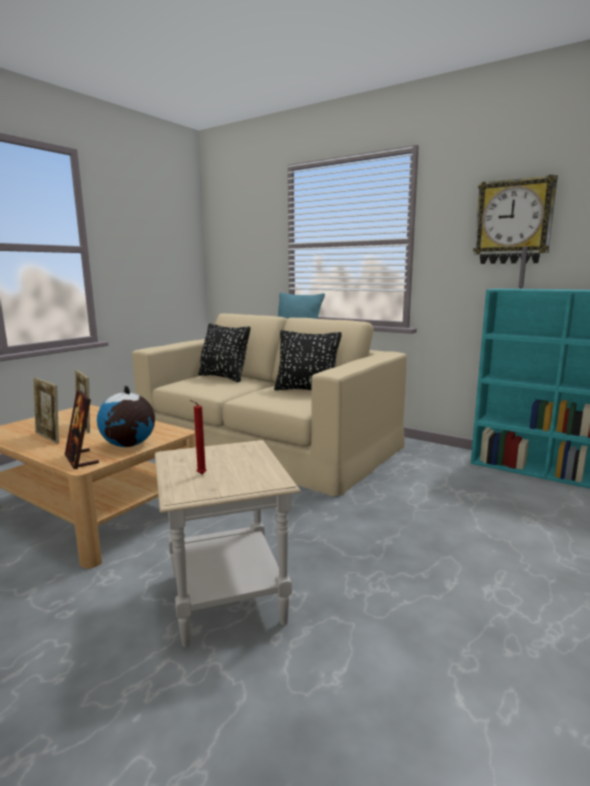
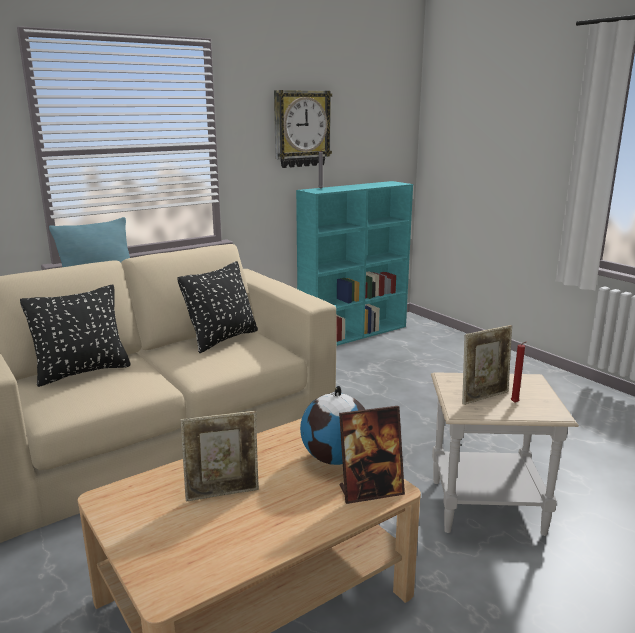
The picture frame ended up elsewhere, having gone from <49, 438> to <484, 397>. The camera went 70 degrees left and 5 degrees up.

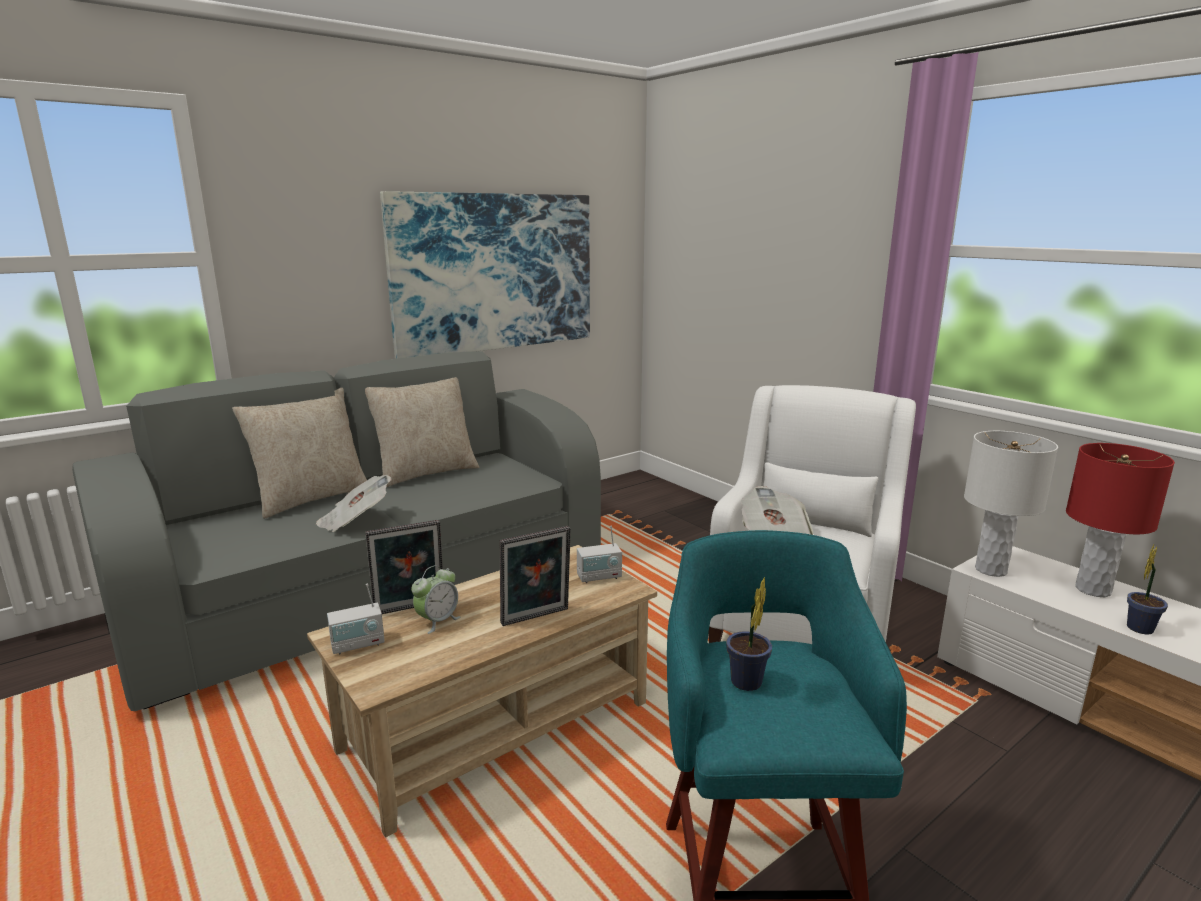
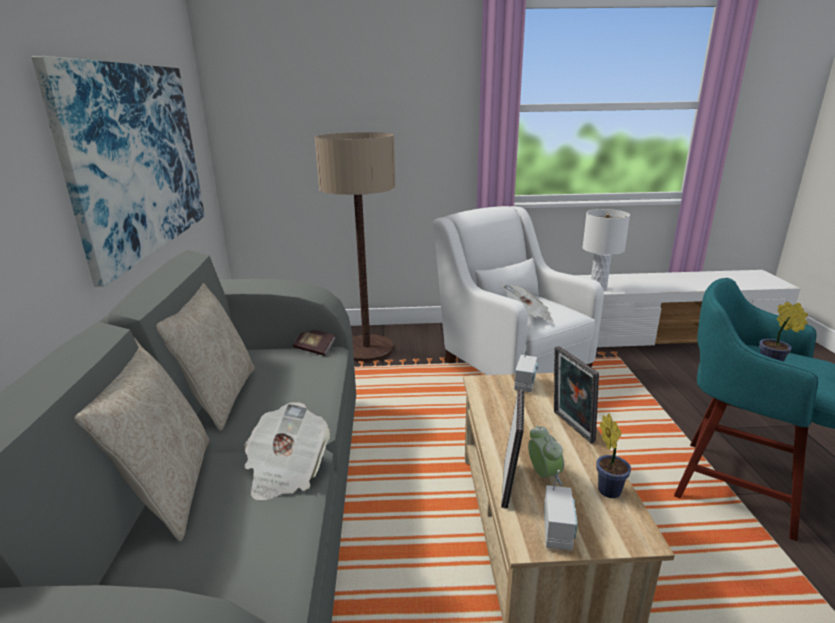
The second view lost the red table lamp at <1092, 590>. The picture frame at <536, 618> ended up facing another way, 150 degrees clockwise from before. The potted plant ended up elsewhere, having gone from <1140, 627> to <607, 488>. The second view gained the floor lamp at <367, 349>. The second view gained the book at <315, 349>. The camera went 55 degrees left and 5 degrees up.

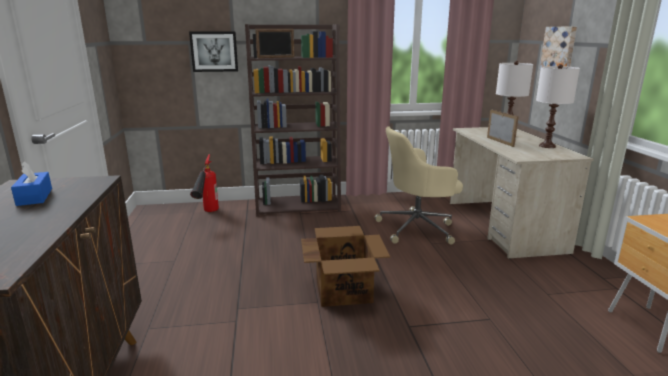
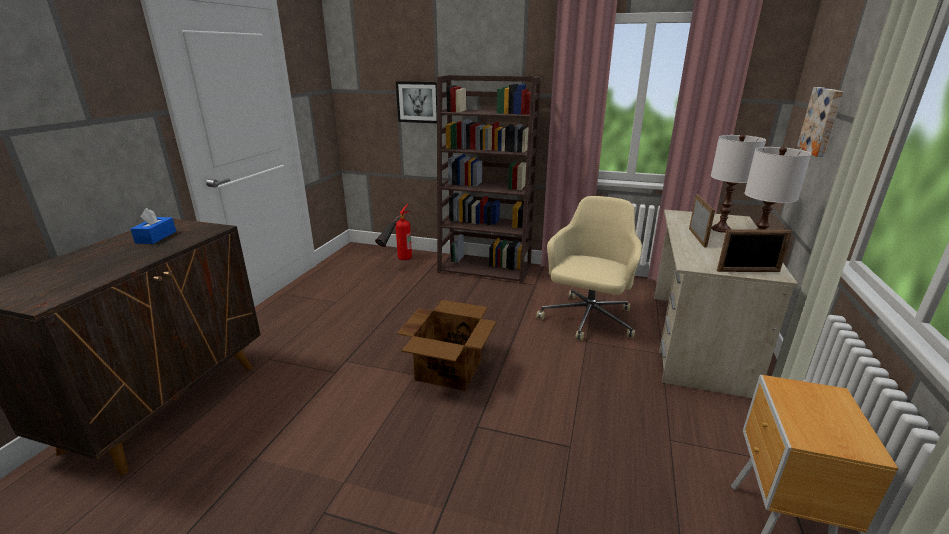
The picture frame ended up elsewhere, having gone from <276, 57> to <748, 271>. The beige office chair at <417, 228> ended up facing another way, 105 degrees clockwise from before. The camera went 25 degrees right and 5 degrees up.

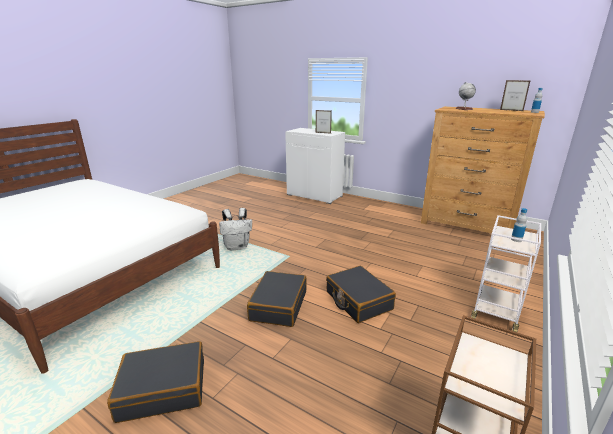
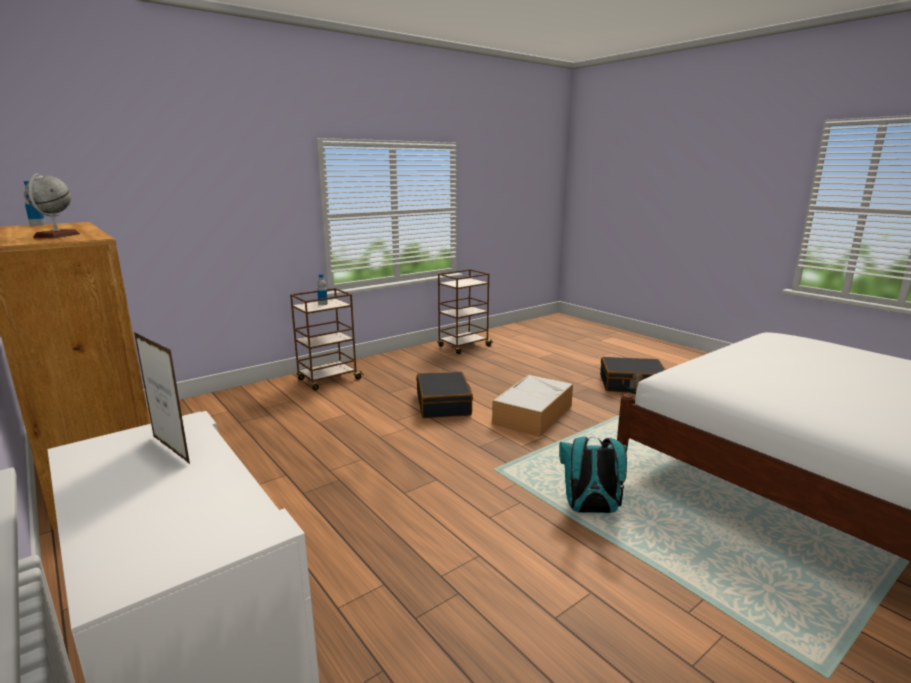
The second view lost the picture frame at <511, 110>. What was the white backpack at <237, 247> turned into the turquoise backpack at <590, 510>. What was the white cart at <495, 311> turned into the brown cart at <328, 379>. Where the black suitcase stood at <278, 305>, the storage box came to stand at <533, 414>. The camera went 160 degrees left and 5 degrees down.

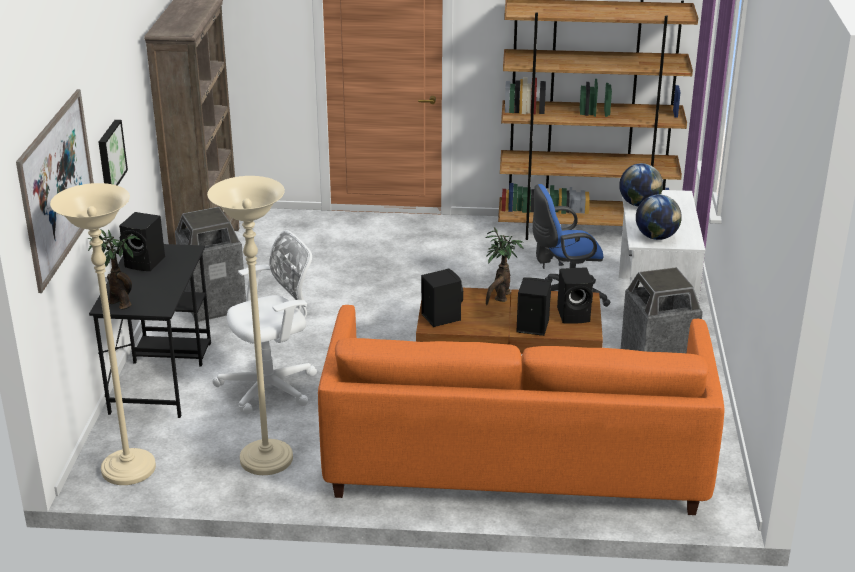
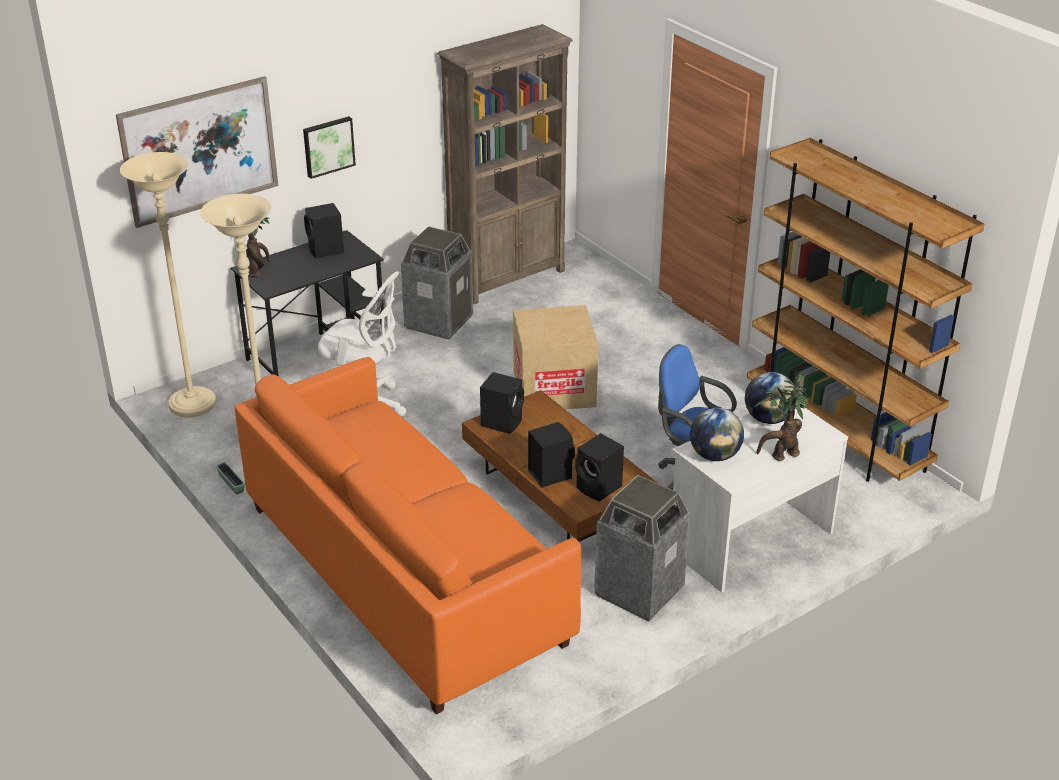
The potted plant ended up elsewhere, having gone from <500, 298> to <781, 455>. The second view gained the cardboard box at <554, 388>. The second view gained the planter at <231, 483>. The camera went 50 degrees right and 5 degrees up.

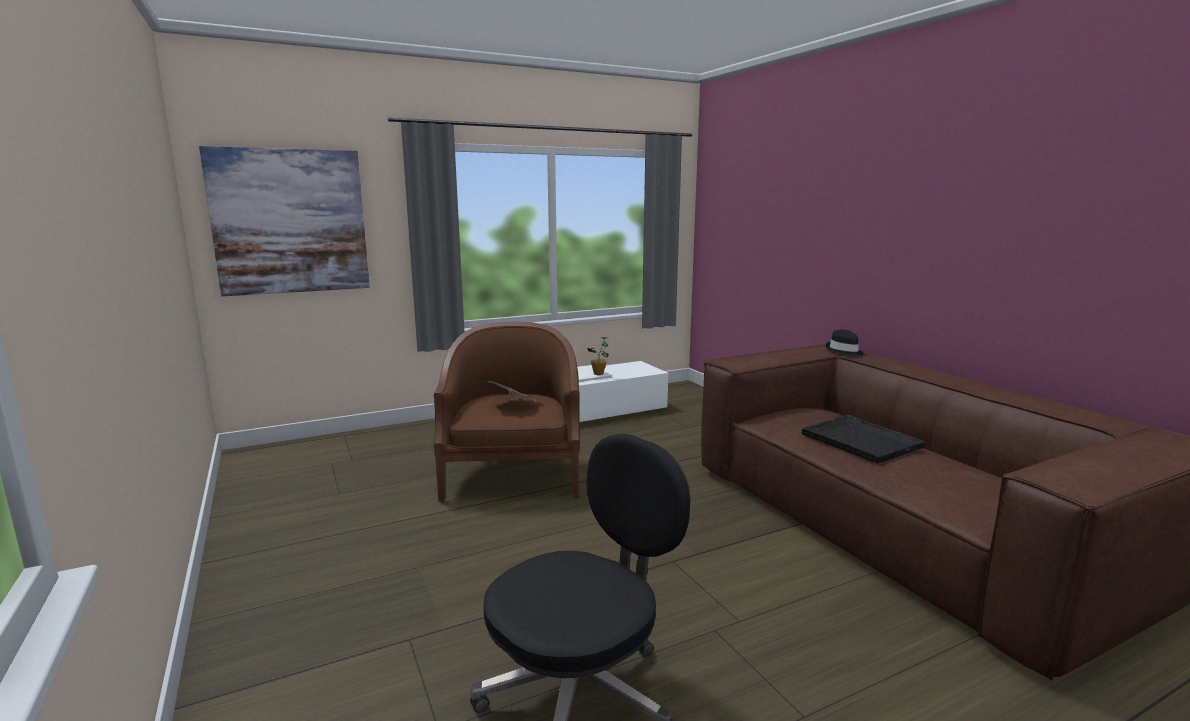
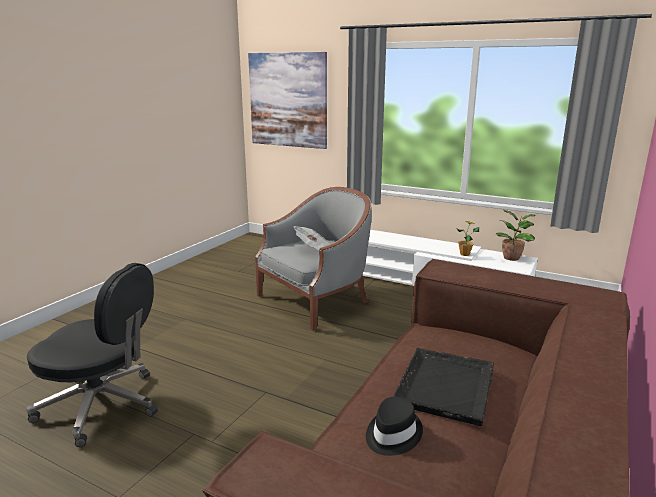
What was the brown armchair at <513, 476> turned into the grey armchair at <316, 301>. The black hat ended up elsewhere, having gone from <844, 351> to <392, 434>. The second view gained the potted plant at <512, 258>. The camera went 55 degrees right and 5 degrees up.

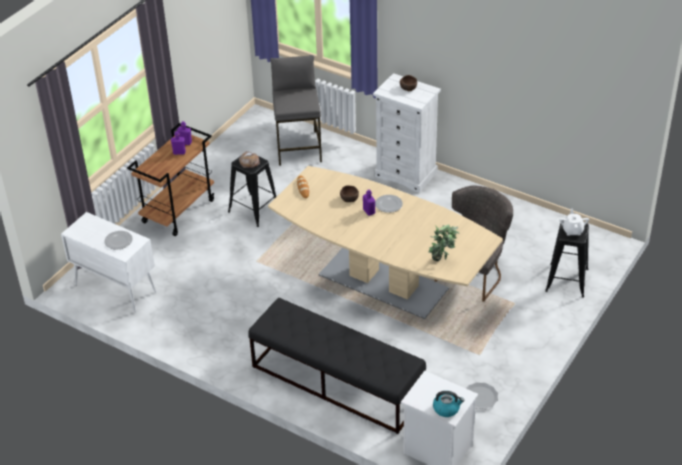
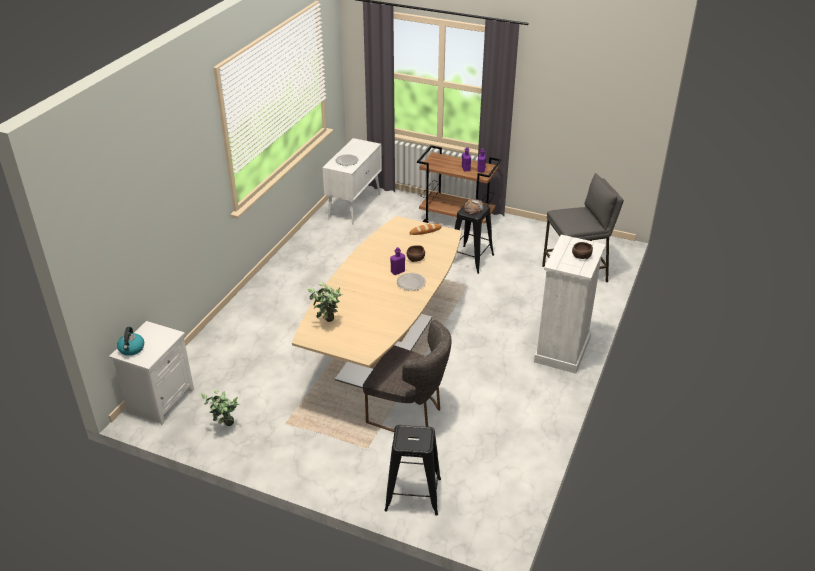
The second view lost the white teapot at <572, 230>. The second view lost the black bench at <336, 382>. Where the plate stood at <480, 397>, the potted plant came to stand at <225, 427>. The camera went 80 degrees right and 5 degrees down.

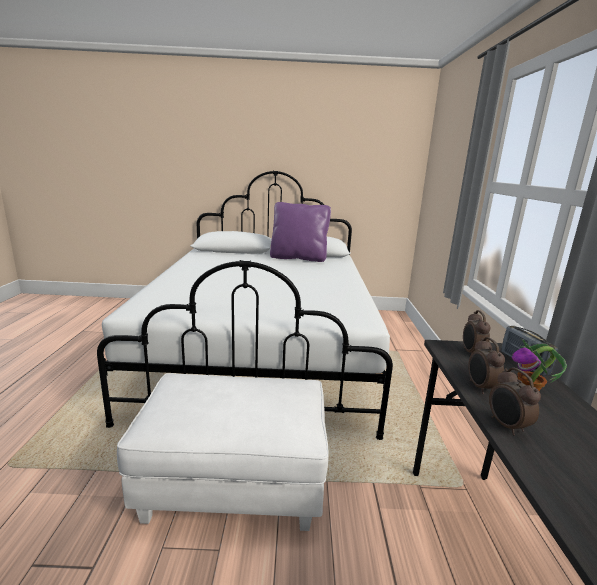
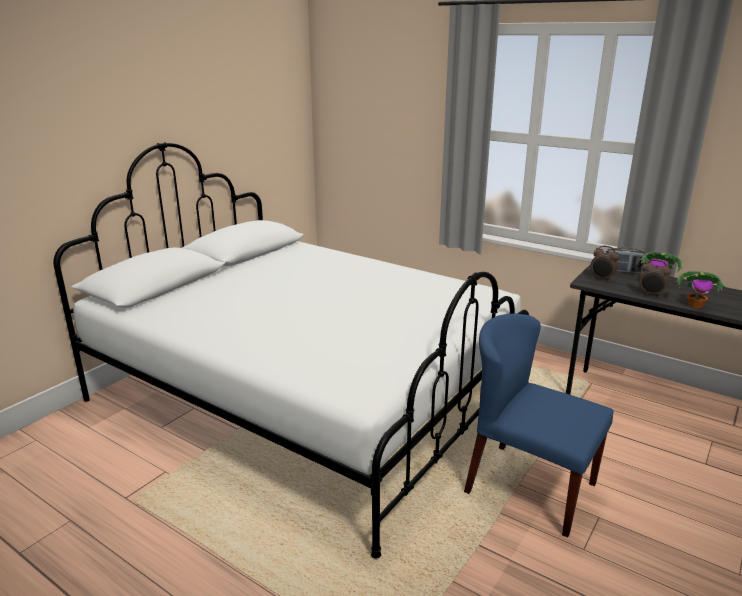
The second view lost the purple pillow at <298, 258>. Where the alarm clock stood at <506, 426>, the potted plant came to stand at <696, 305>. Where the white ottoman stood at <234, 484>, the blue chair came to stand at <529, 487>. The camera went 55 degrees left and 5 degrees up.

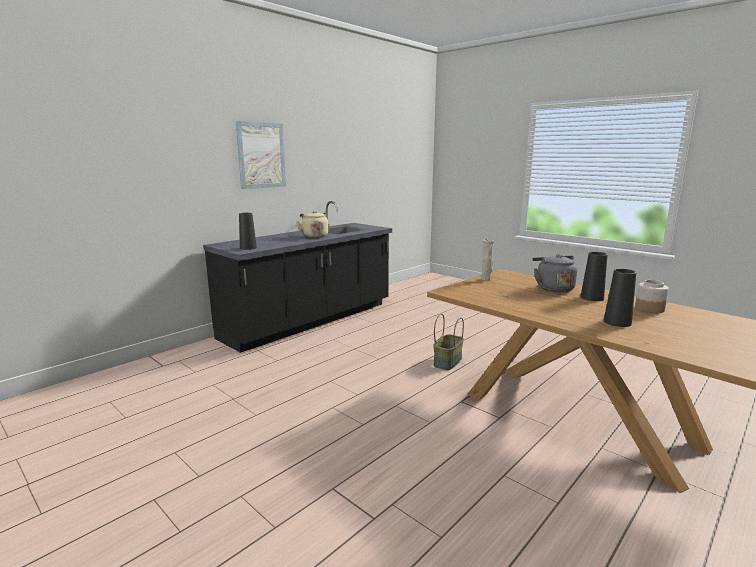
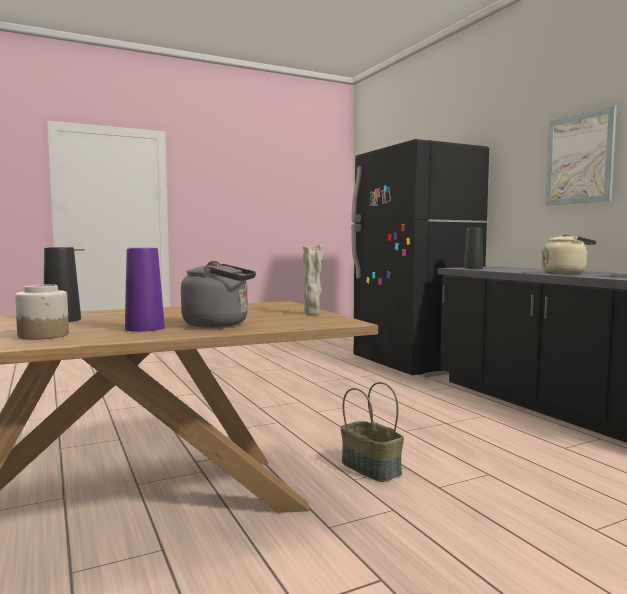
What was the black vase at <592, 298> turned into the purple vase at <145, 328>. The second view gained the black fridge at <414, 365>. The camera went 110 degrees right and 10 degrees down.

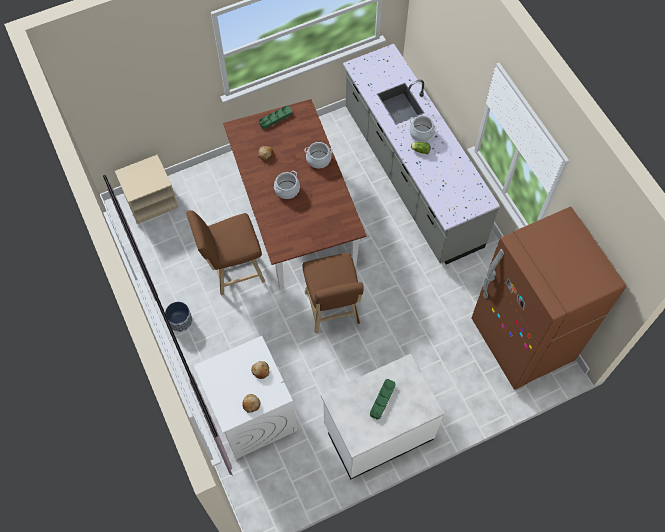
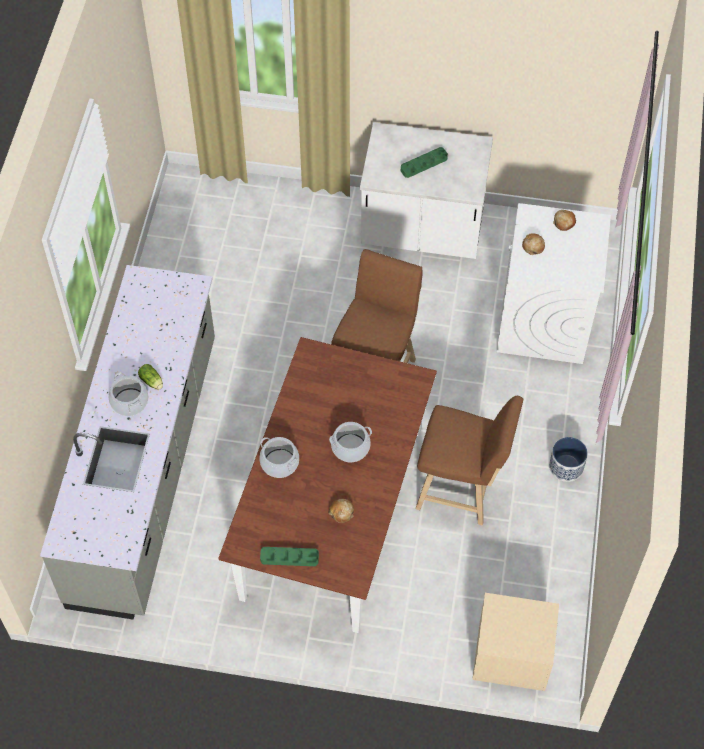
The second view lost the brown fridge at <521, 341>. The camera went 145 degrees left and 5 degrees down.

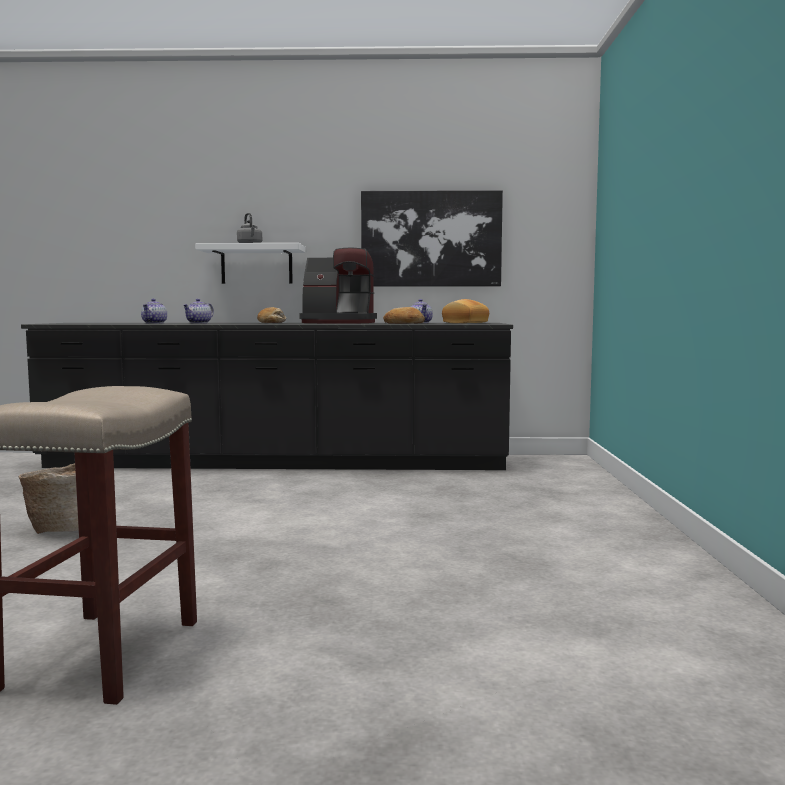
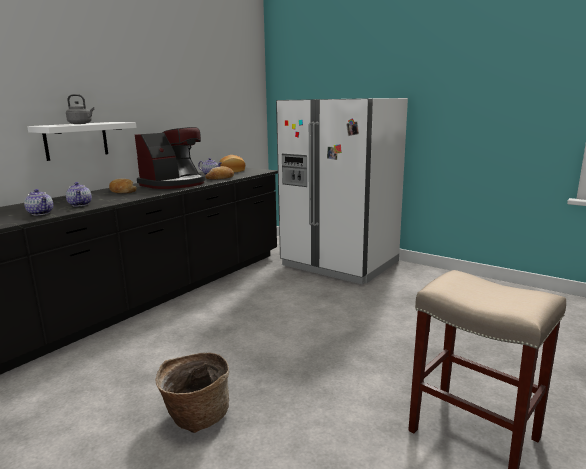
The second view lost the picture at <431, 239>. The second view gained the white fridge at <340, 264>. The camera went 55 degrees left and 10 degrees up.

